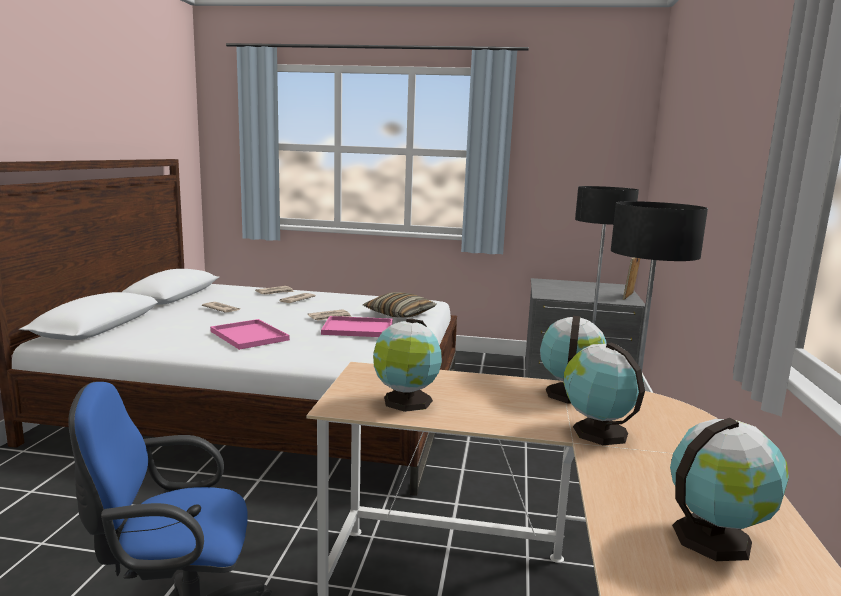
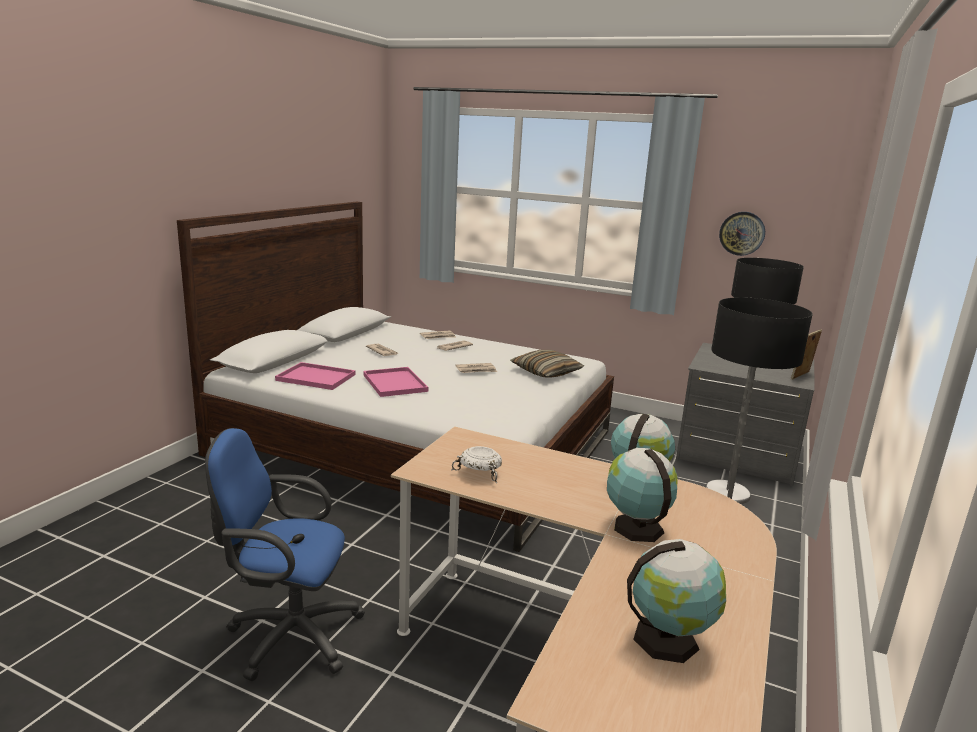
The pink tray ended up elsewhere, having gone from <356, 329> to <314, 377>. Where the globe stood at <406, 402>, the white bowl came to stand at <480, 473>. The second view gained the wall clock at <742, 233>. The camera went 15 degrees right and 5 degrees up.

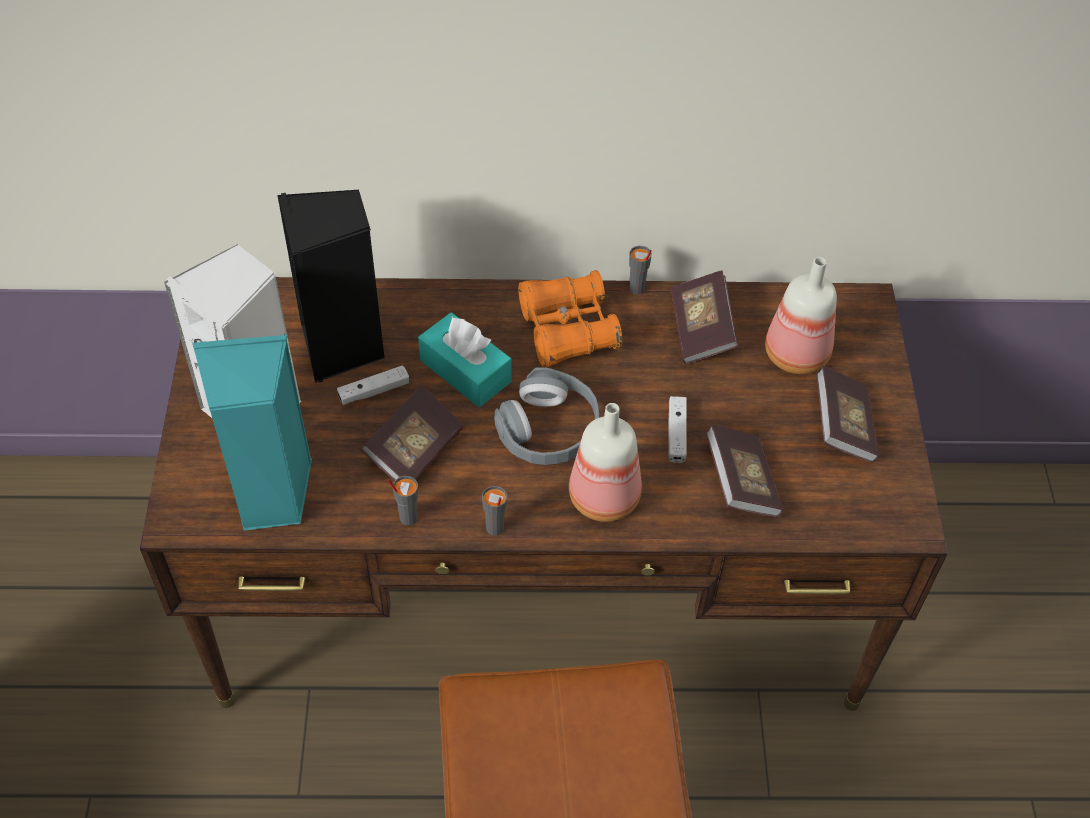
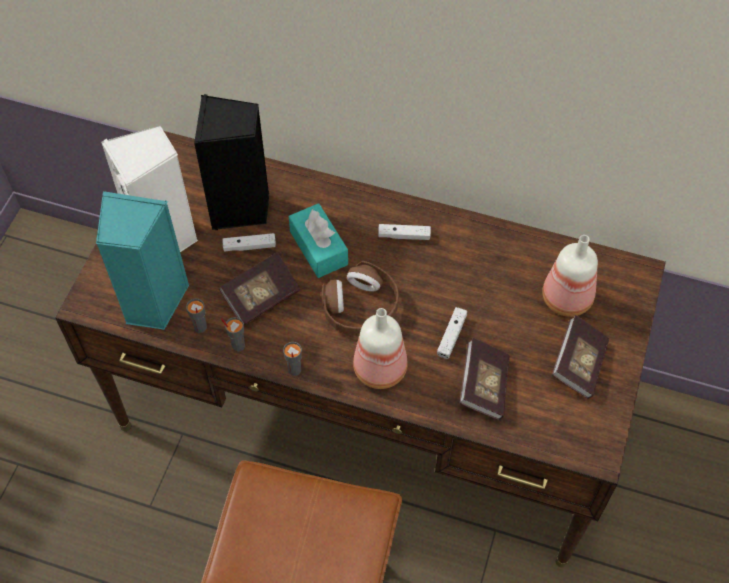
The grey cup ended up elsewhere, having gone from <636, 288> to <200, 327>. Where the orange binoculars stood at <568, 330>, the white game controller came to stand at <404, 236>. The second view lost the book at <701, 330>. What was the grey headphones at <548, 429> turned into the brown headphones at <360, 307>. The camera went 20 degrees right and 5 degrees up.

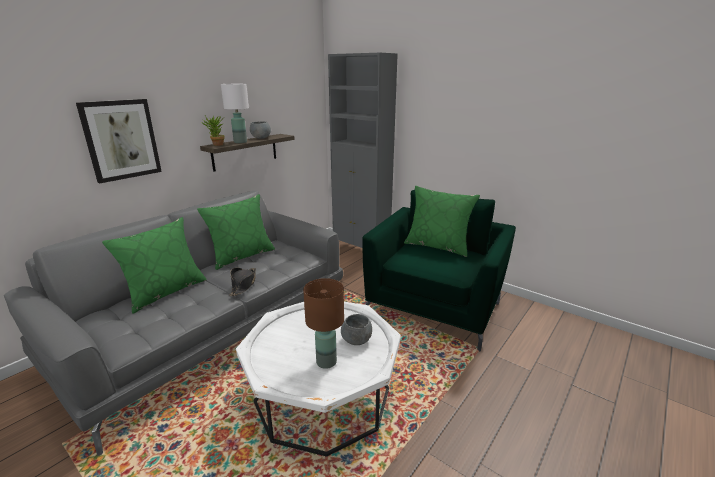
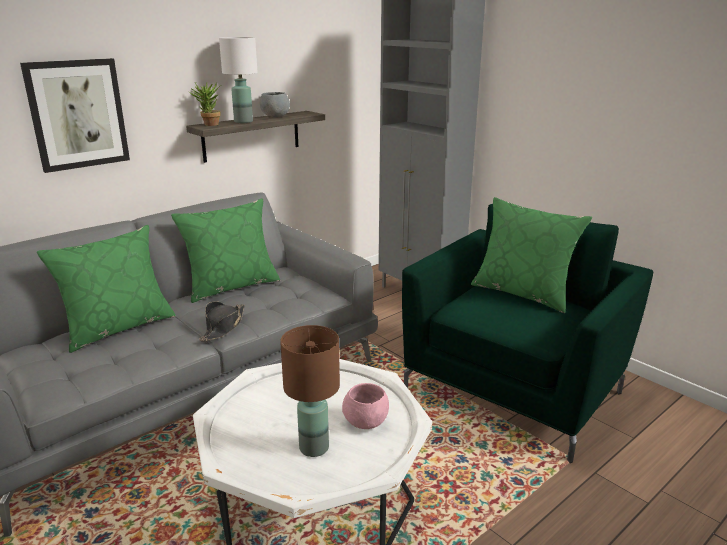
What was the grey bowl at <356, 340> turned into the pink bowl at <365, 422>. The camera went 10 degrees right and 0 degrees up.

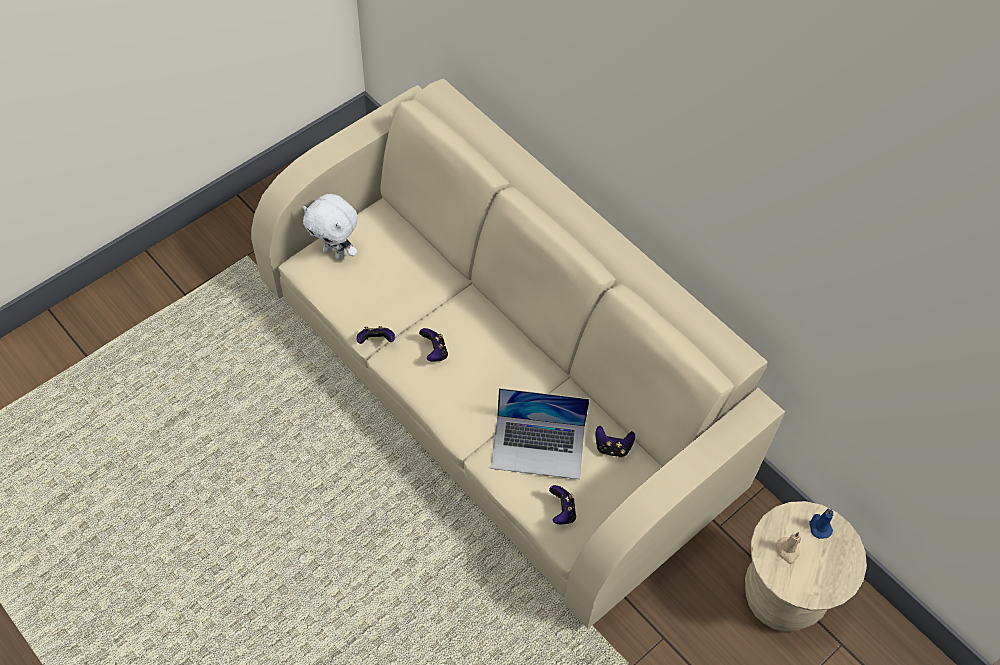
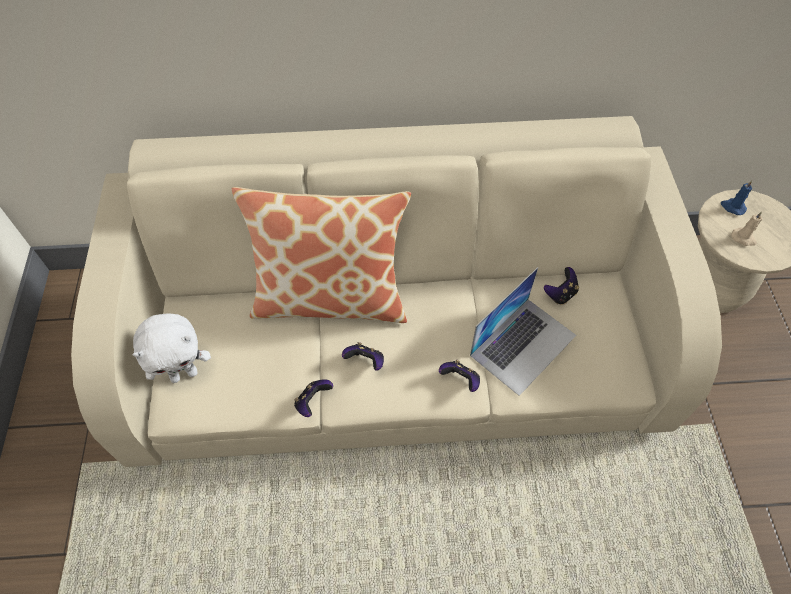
The game controller ended up elsewhere, having gone from <562, 511> to <460, 380>. The second view gained the pillow at <330, 298>. The camera went 50 degrees left and 0 degrees up.

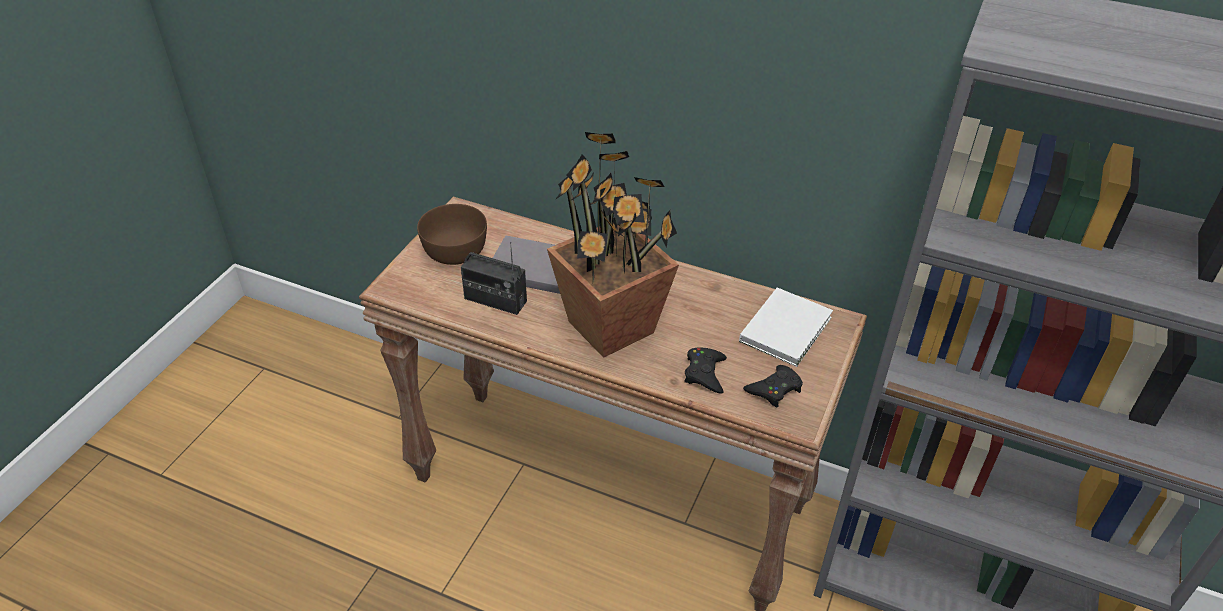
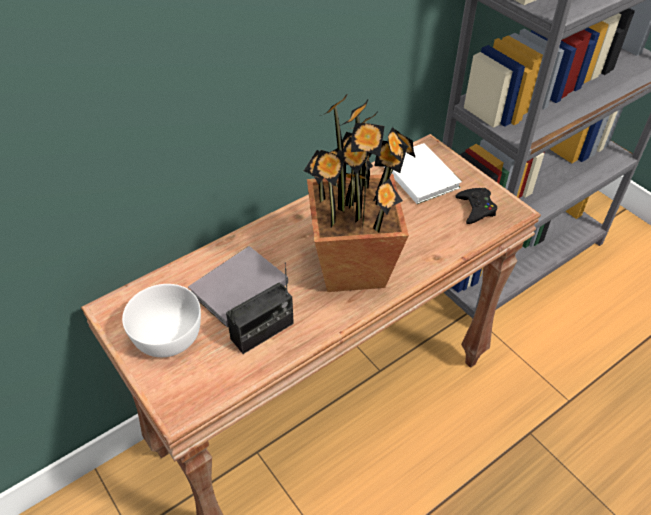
What was the brown bowl at <454, 250> turned into the white bowl at <166, 336>. The second view lost the black game controller at <705, 373>. The camera went 60 degrees left and 5 degrees up.

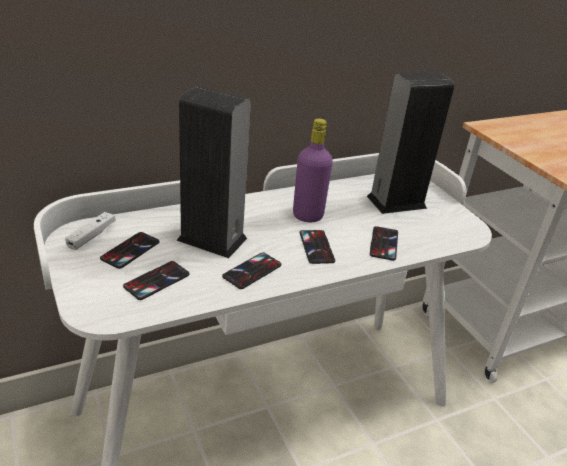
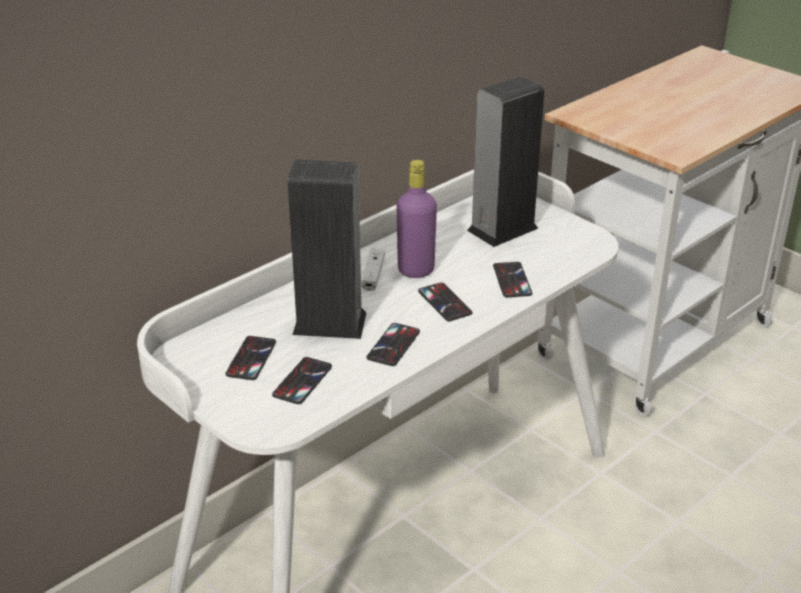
The white game controller ended up elsewhere, having gone from <91, 236> to <373, 275>. The camera went 15 degrees left and 0 degrees up.

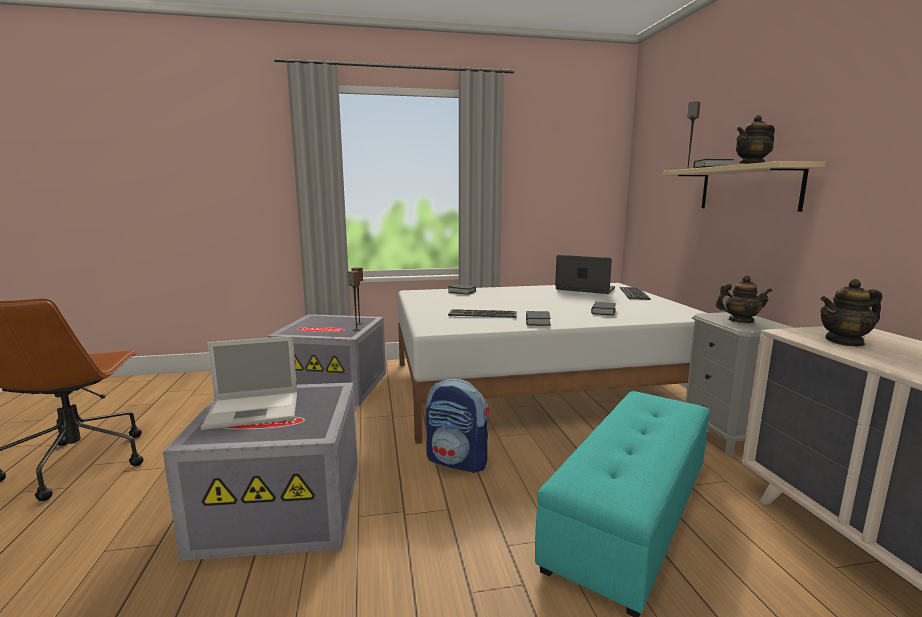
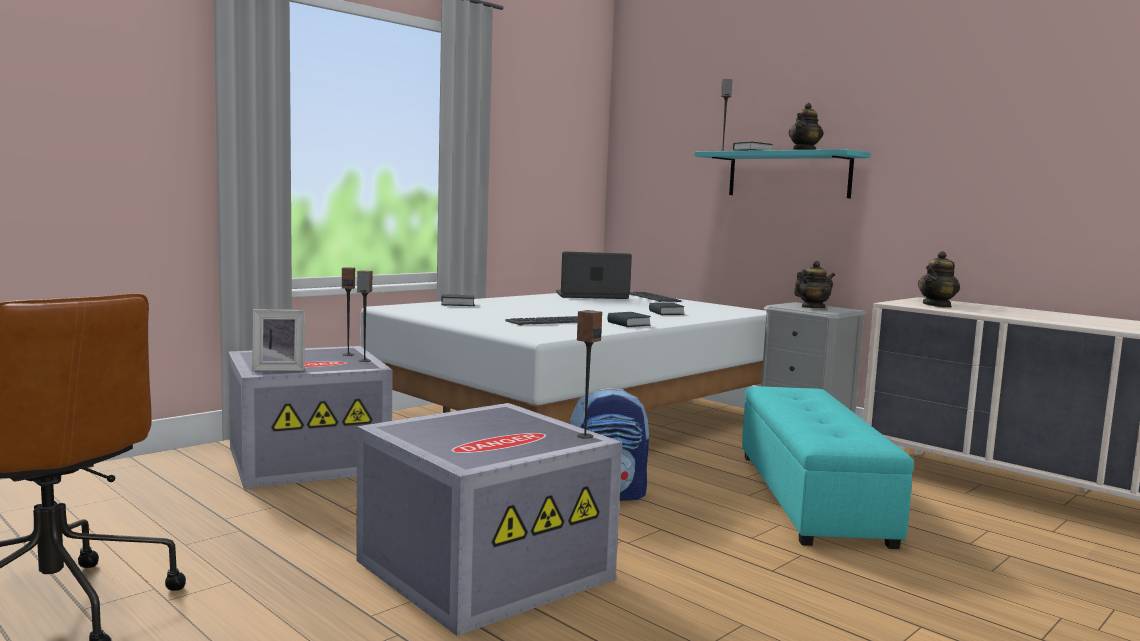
What was the beige shelf at <748, 188> turned into the turquoise shelf at <788, 175>. The second view lost the laptop at <255, 410>. The second view gained the picture frame at <279, 369>. The second view gained the speaker at <584, 436>. The camera went 35 degrees left and 5 degrees down.

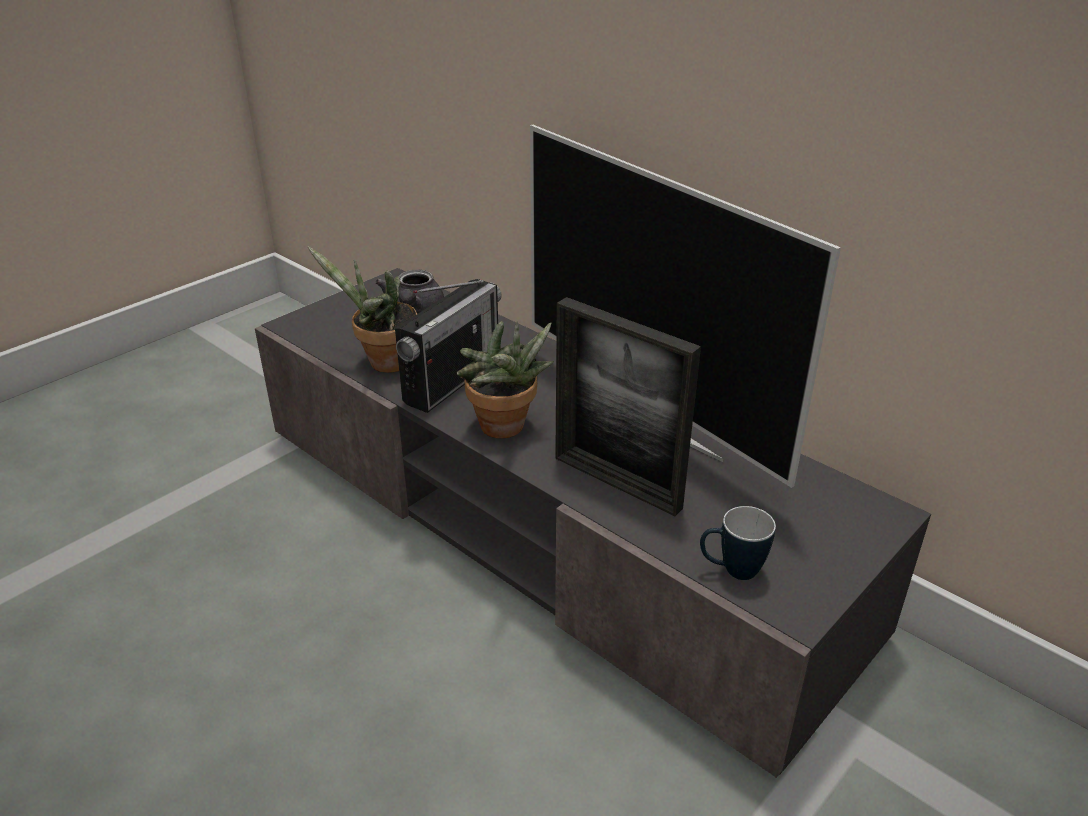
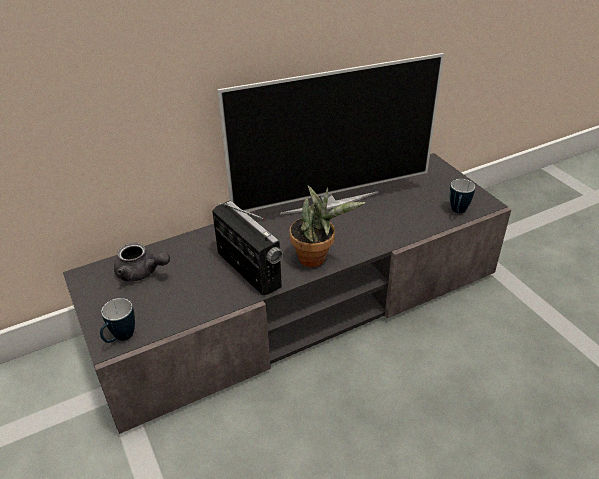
The second view lost the potted plant at <383, 363>. The second view lost the picture frame at <616, 482>. The second view gained the mug at <120, 338>. The camera went 70 degrees left and 5 degrees up.

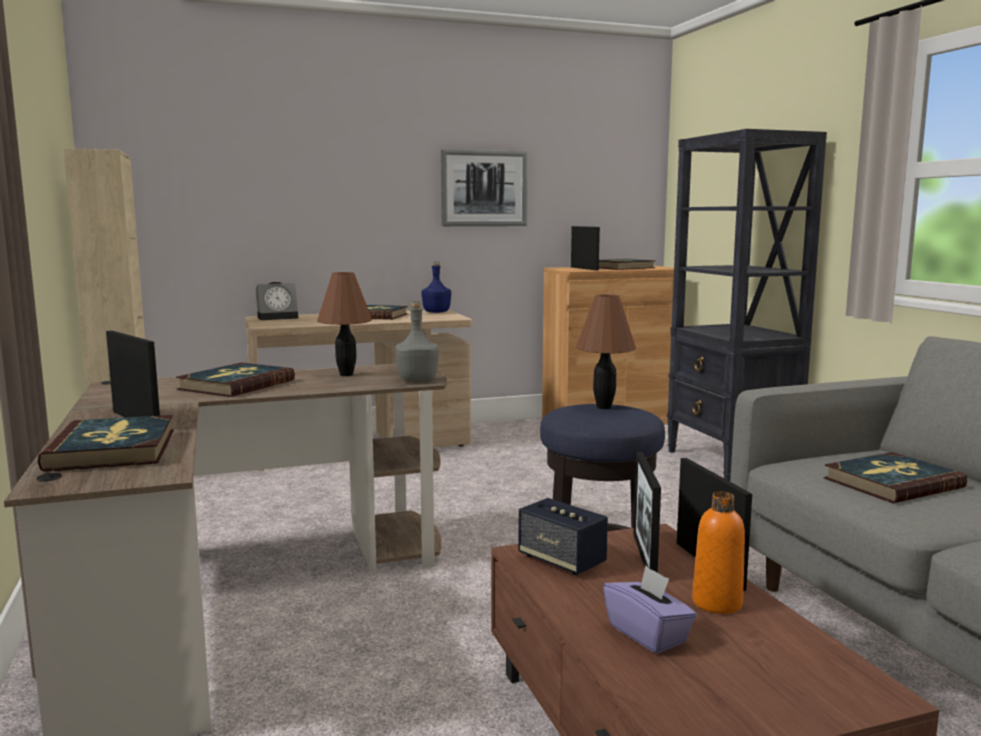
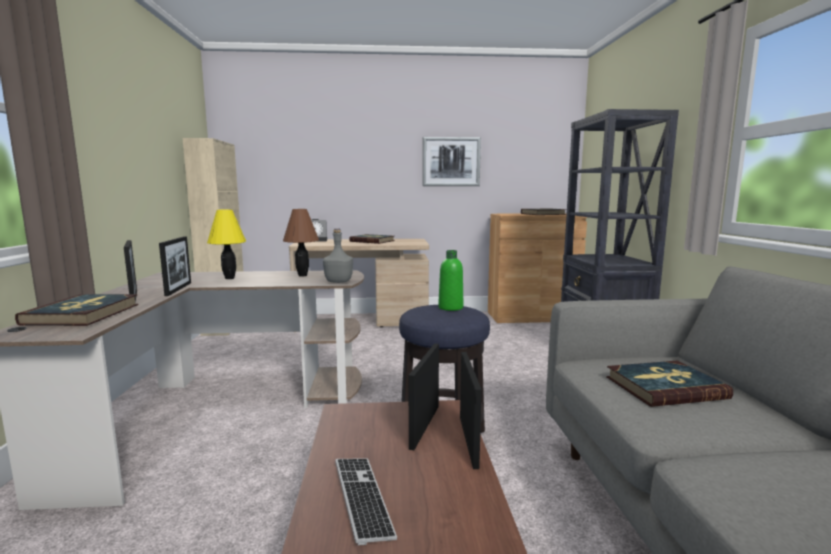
The picture frame ended up elsewhere, having gone from <584, 268> to <178, 289>. The second view lost the blue bottle at <436, 312>. Where the brown table lamp stood at <603, 407>, the green bottle came to stand at <450, 308>. Where the book stood at <236, 385>, the yellow table lamp came to stand at <229, 278>. The second view lost the orange bottle at <717, 603>. The second view lost the speaker at <561, 560>. Where the purple tissue box stood at <648, 634>, the keyboard came to stand at <362, 499>. The camera went 15 degrees right and 0 degrees up.

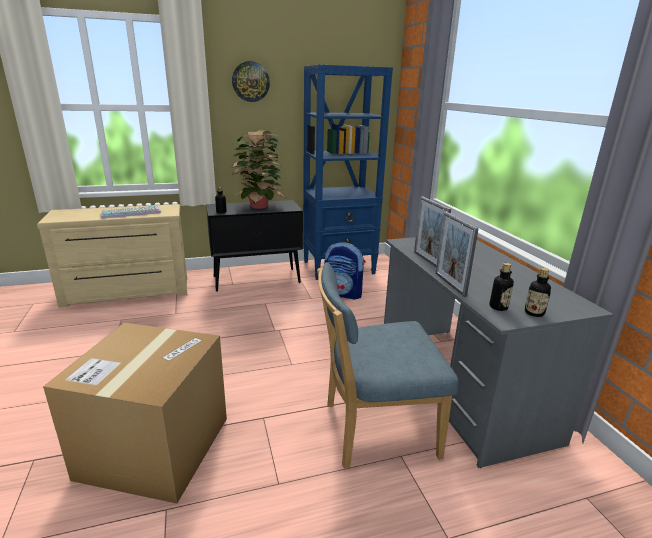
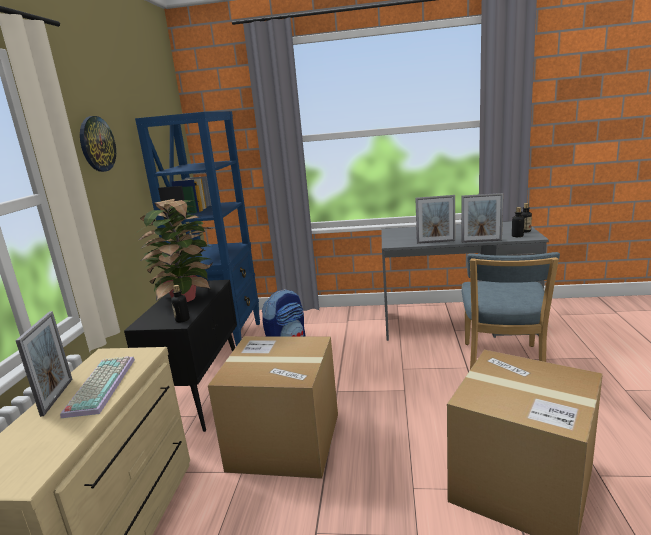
The second view gained the picture frame at <57, 396>. The second view gained the cardboard box at <285, 441>. The camera went 65 degrees left and 5 degrees down.

